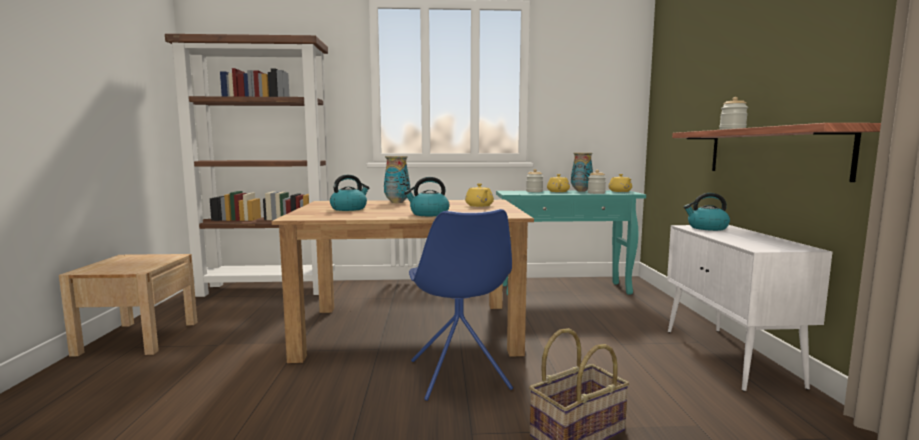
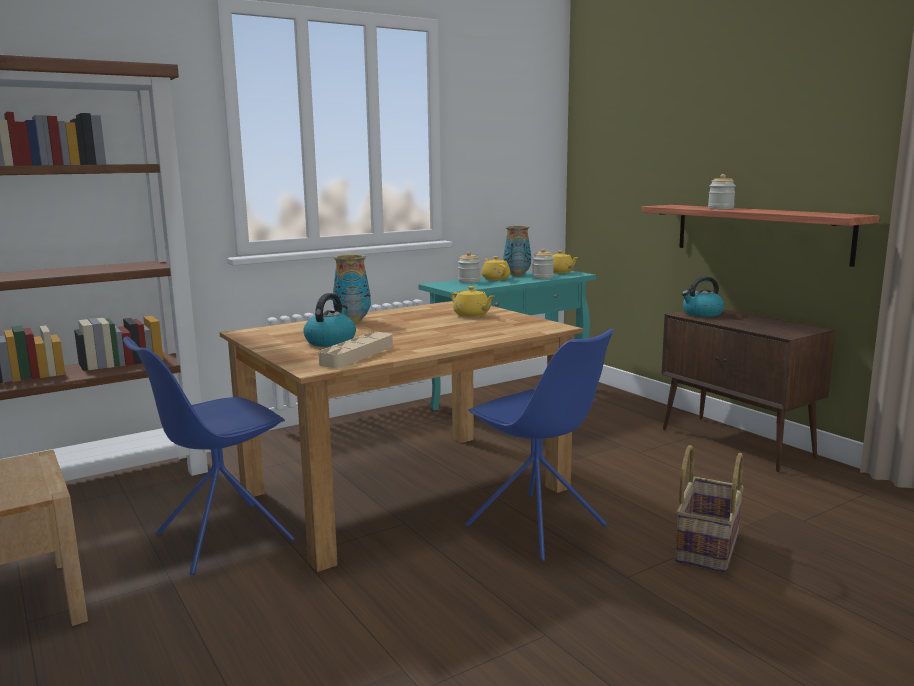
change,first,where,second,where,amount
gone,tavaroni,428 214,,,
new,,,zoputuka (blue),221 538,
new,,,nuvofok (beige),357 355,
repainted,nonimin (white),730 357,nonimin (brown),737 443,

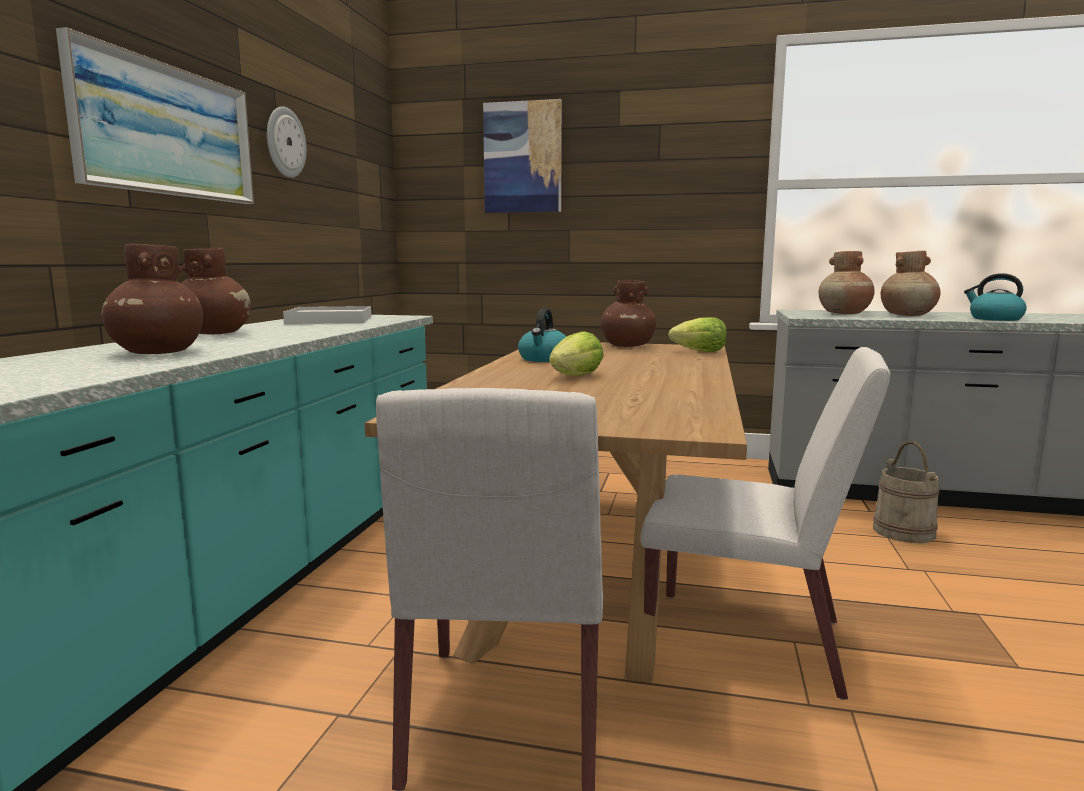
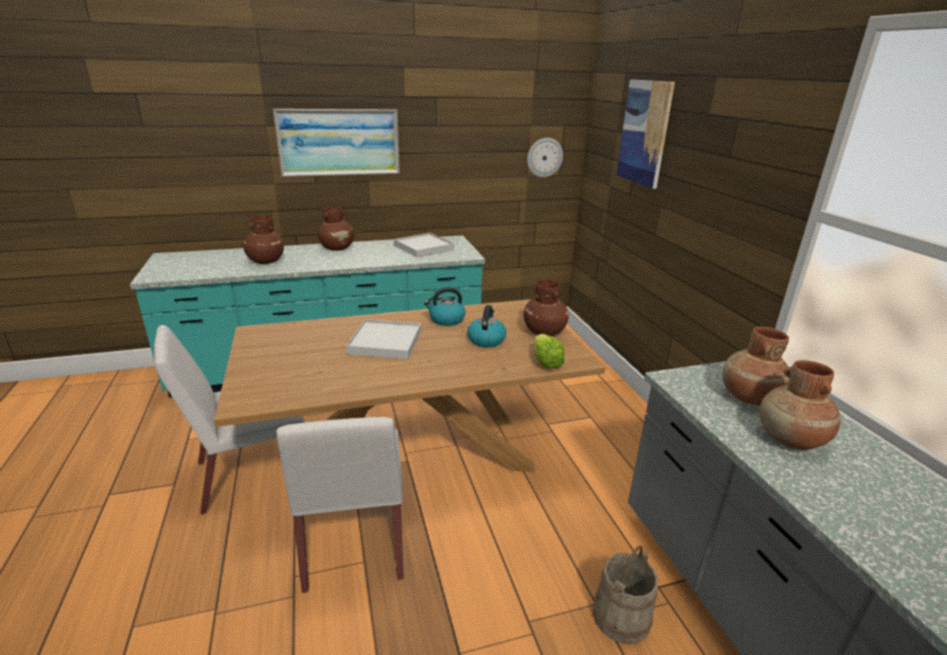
change,first,where,second,where,amount
shifted,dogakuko,285 142,,544 157,
shifted,tavaroni,994 319,,486 339,
swapped,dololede,576 376,nuvofok (white),385 342,

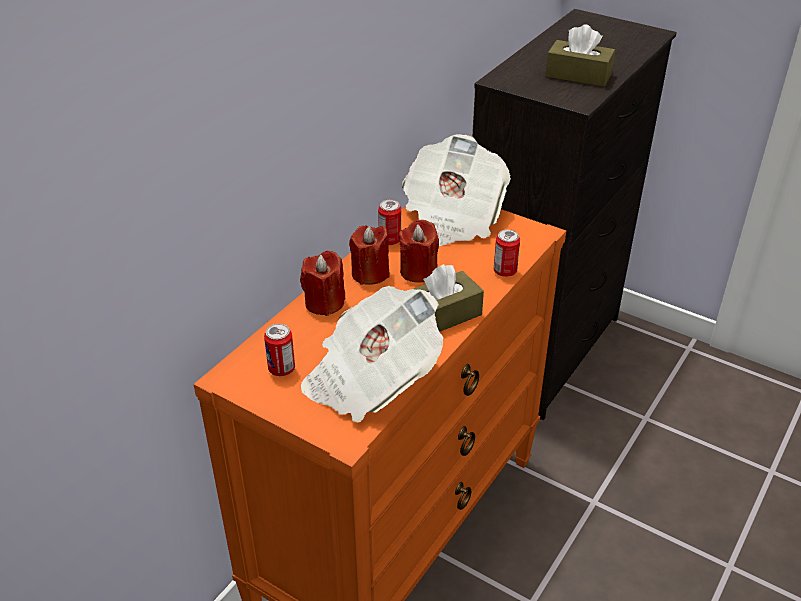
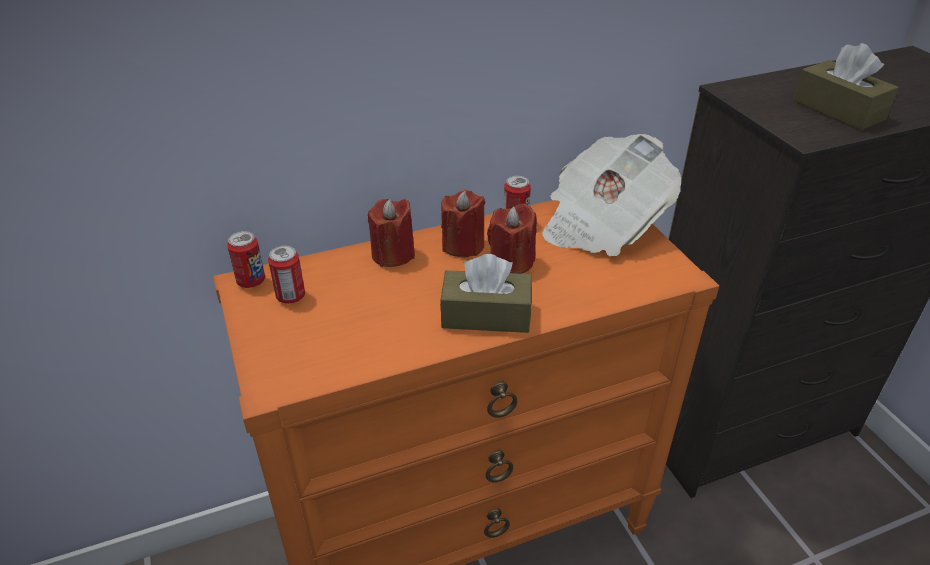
change,first,where,second,where,amount
gone,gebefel,371 379,,,
shifted,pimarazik,505 271,,251 281,

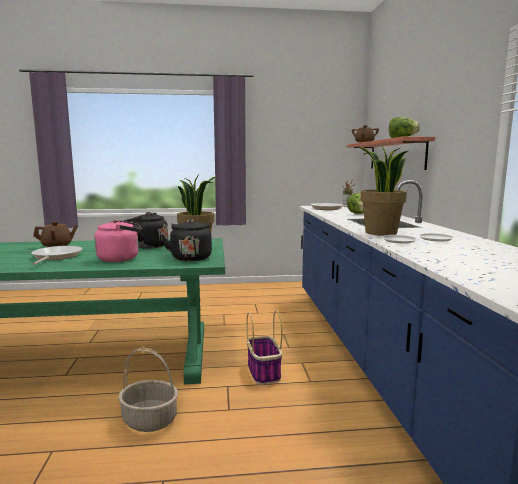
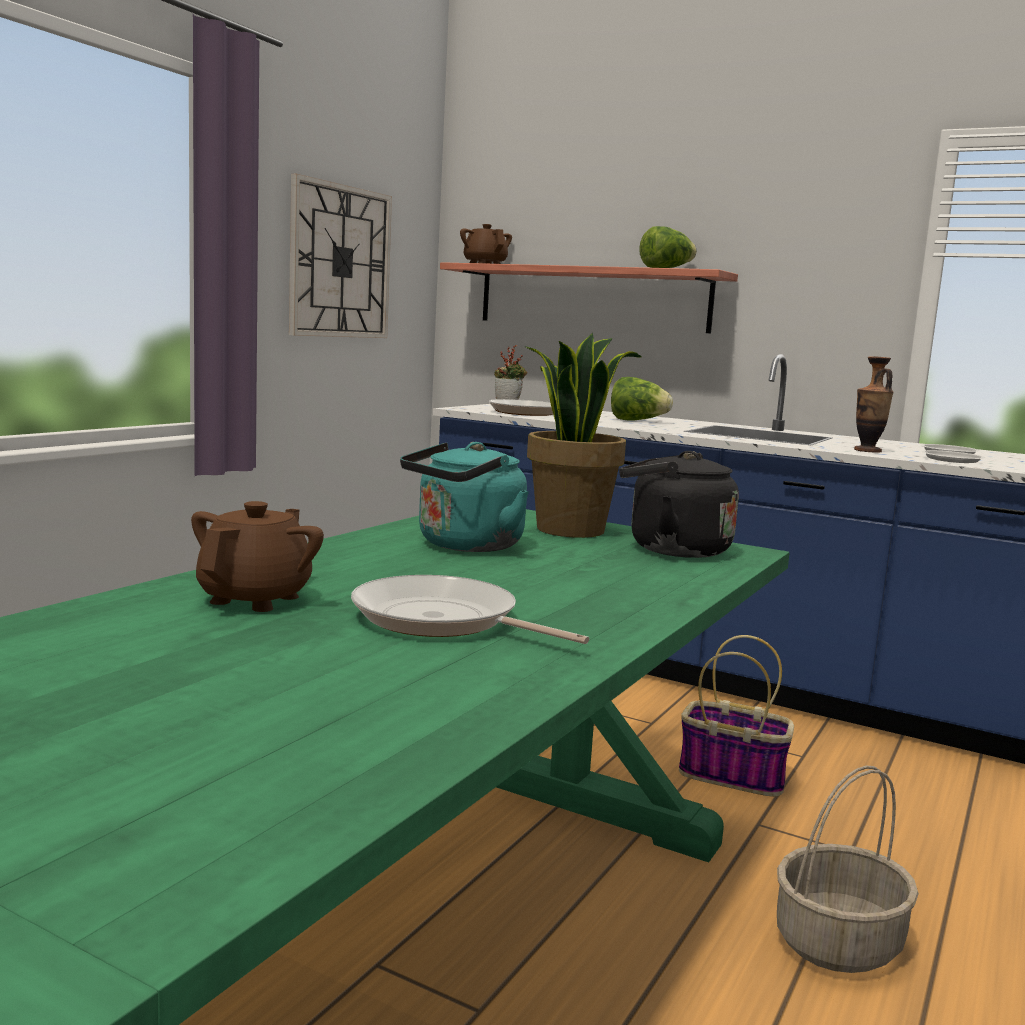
change,first,where,second,where,amount
gone,tavaroni (pink),121 258,,,
new,,,dogakuko,340 262,
swapped,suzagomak,380 233,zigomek,867 451,
repainted,tavaroni (black),147 246,tavaroni (turquoise),465 546,

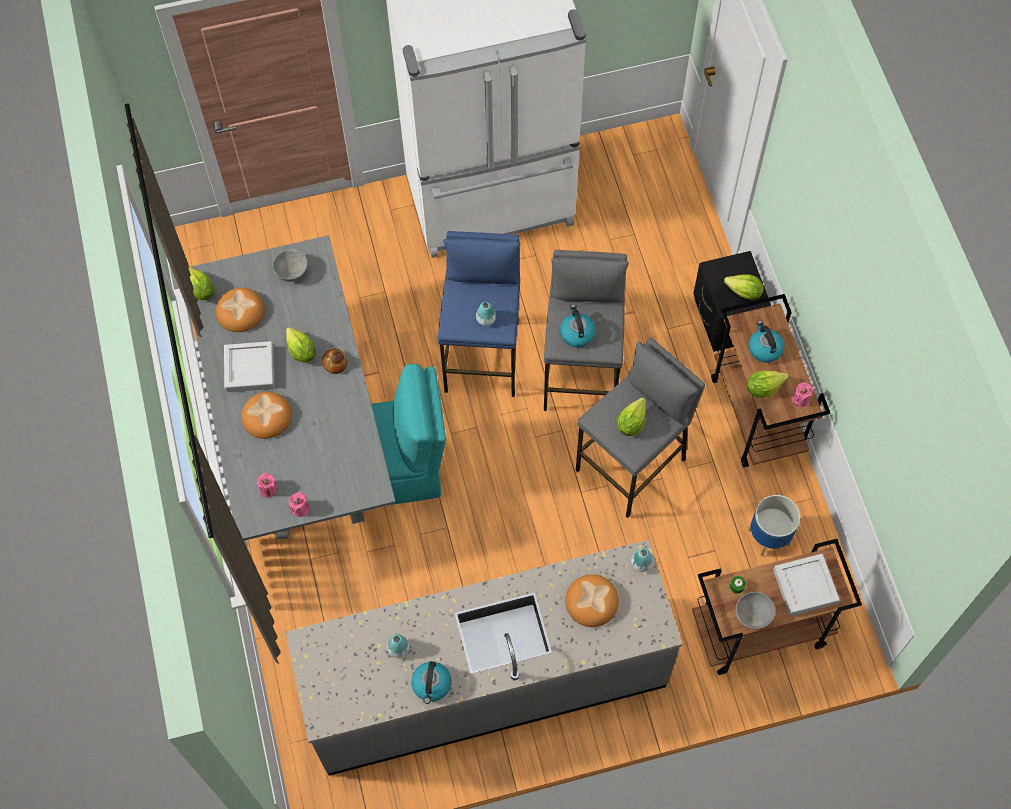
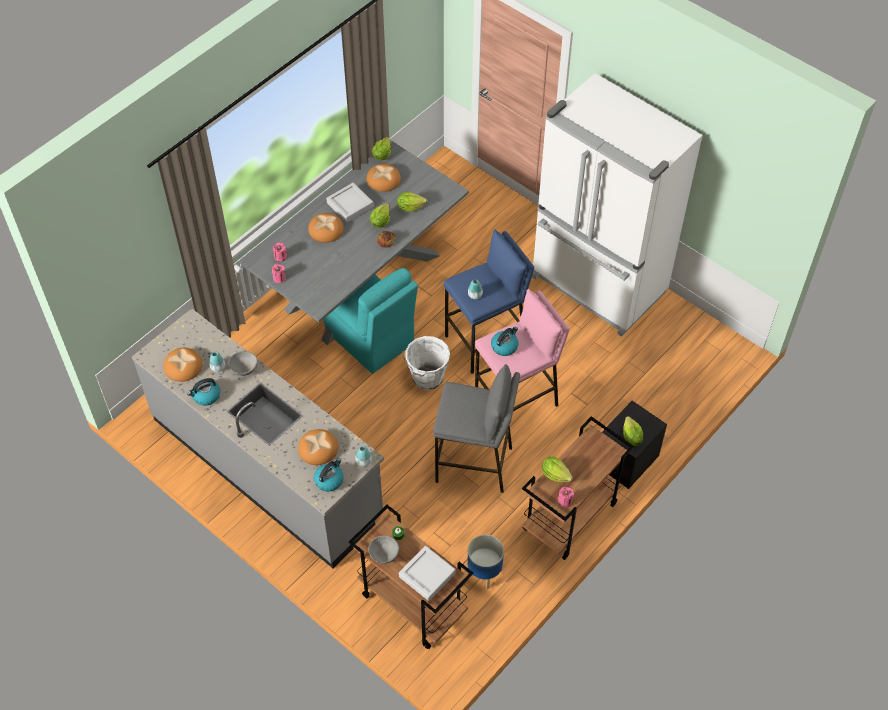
change,first,where,second,where,amount
new,,,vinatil,183 366,
new,,,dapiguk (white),427 379,
shifted,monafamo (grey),291 272,,244 369,
shifted,dololede,631 423,,410 207,
shifted,tavaroni,764 348,,329 480,
repainted,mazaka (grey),581 374,mazaka (pink),517 401,

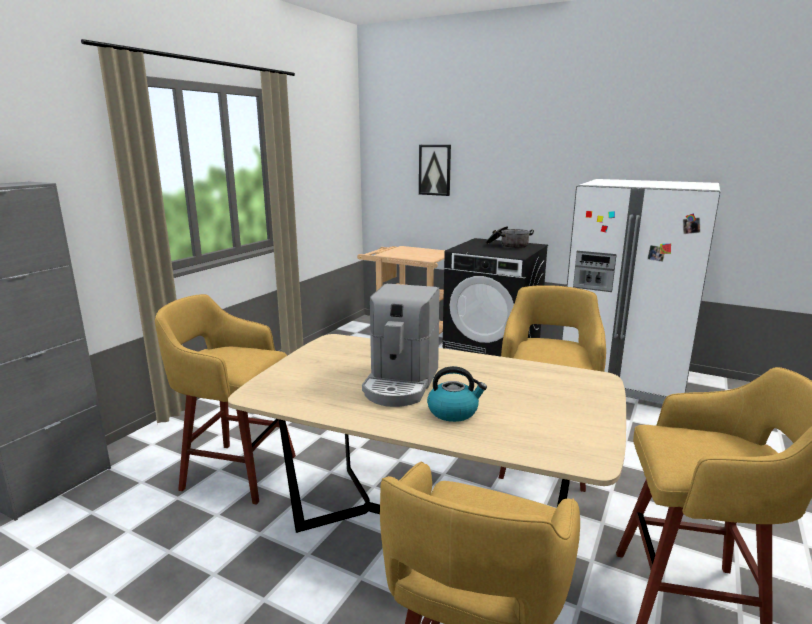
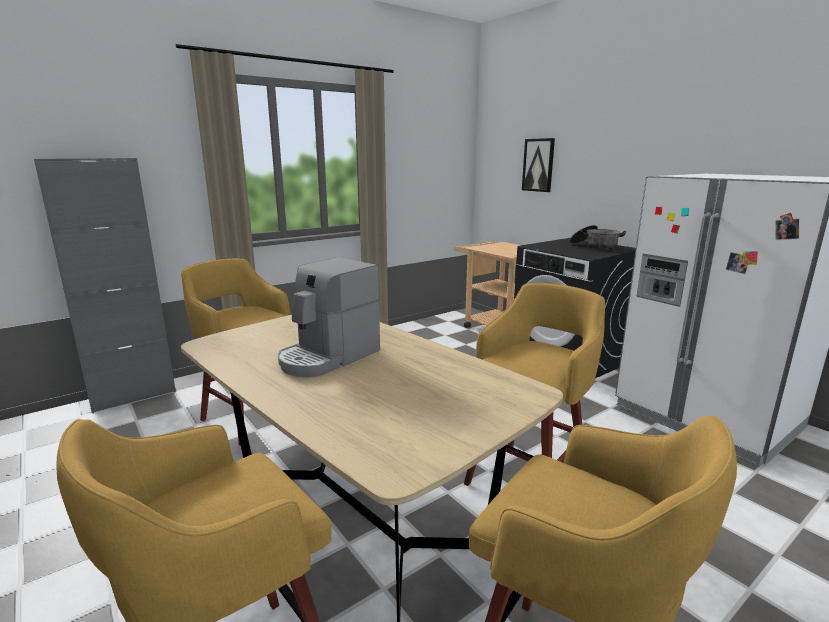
change,first,where,second,where,amount
gone,tavaroni,453 411,,,

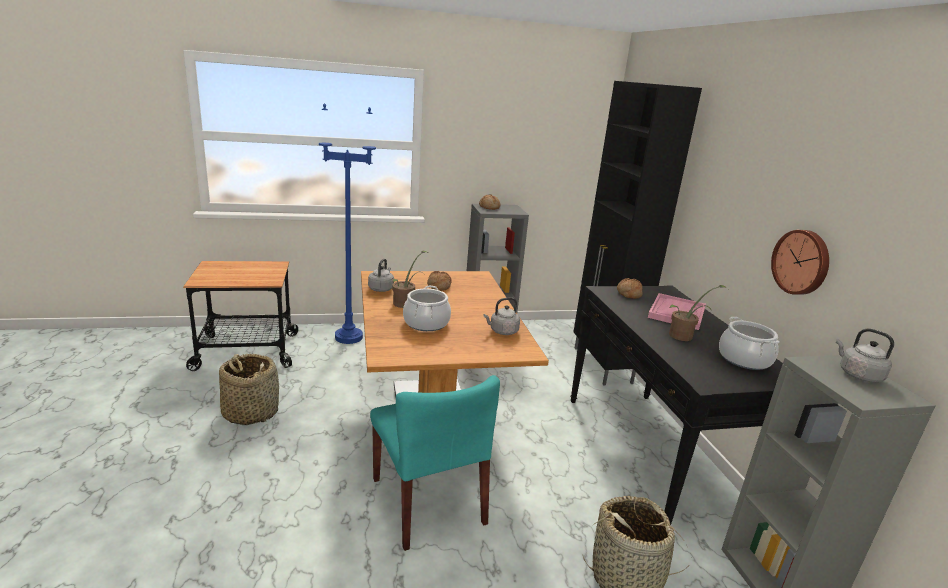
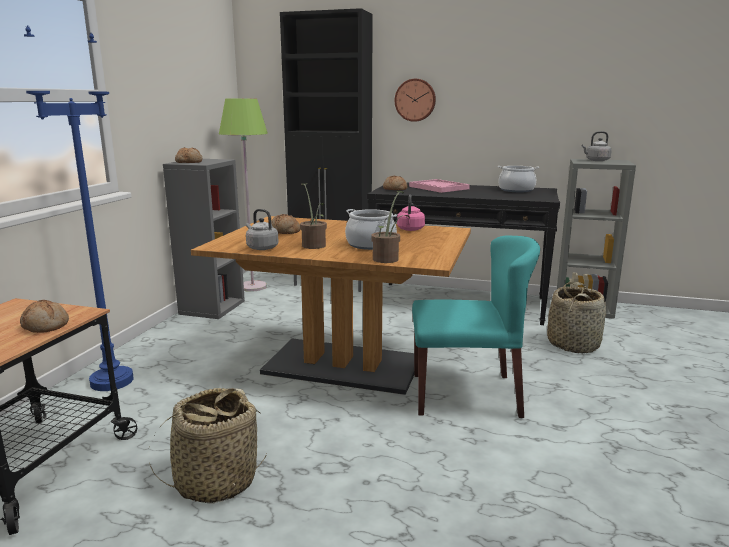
change,first,where,second,where,amount
new,,,vinatil,46 325,
new,,,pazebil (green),253 287,
shifted,suzagomak,684 336,,388 258,
shifted,dogakuko,802 262,,415 100,
repainted,tavaroni (grey),502 331,tavaroni (pink),410 229,

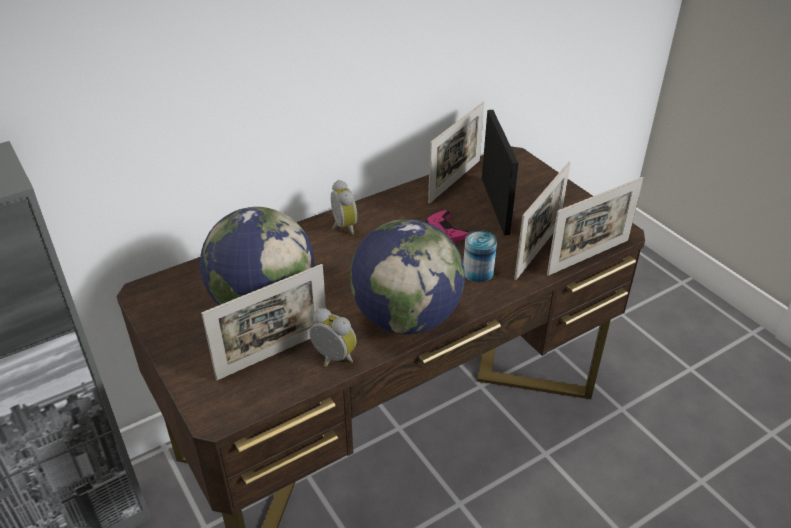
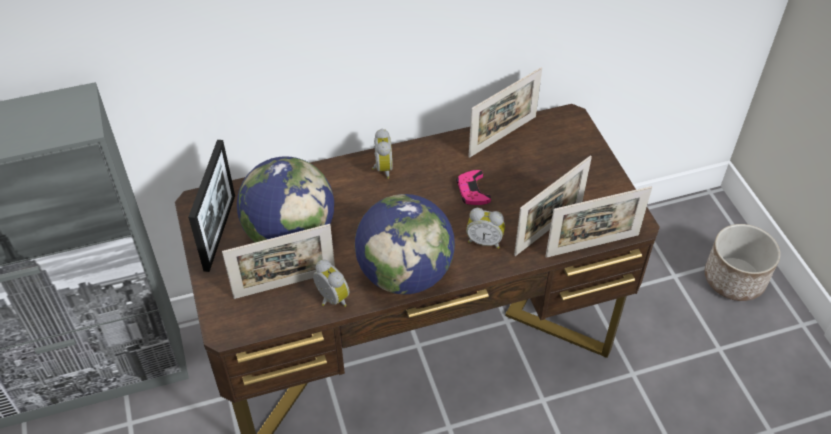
change,first,where,second,where,amount
new,,,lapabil,734 279,
shifted,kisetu,495 205,,219 232,
swapped,pimarazik,478 272,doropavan,484 241,

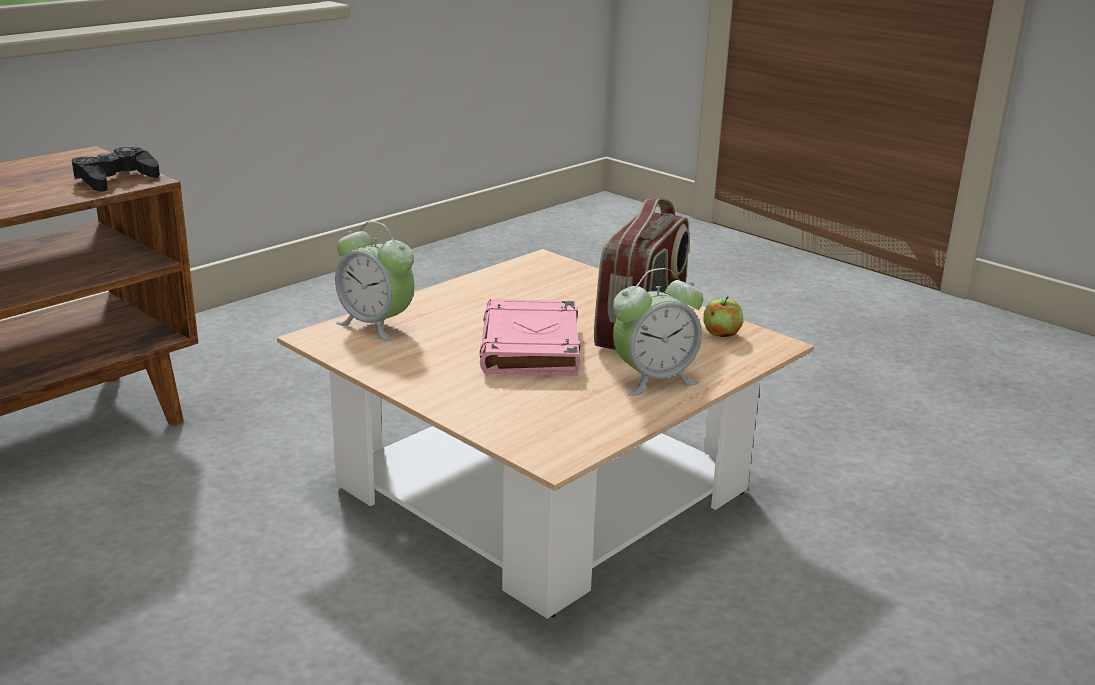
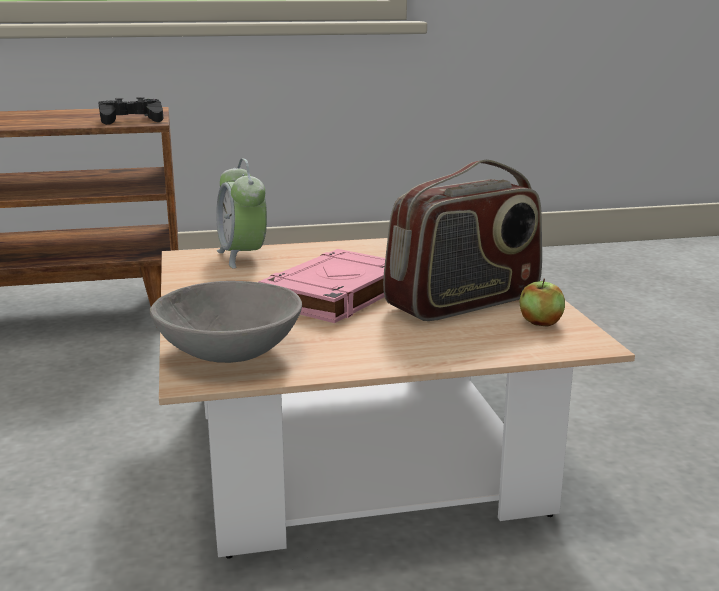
change,first,where,second,where,amount
gone,doropavan,653 380,,,
new,,,monafamo (grey),229 352,

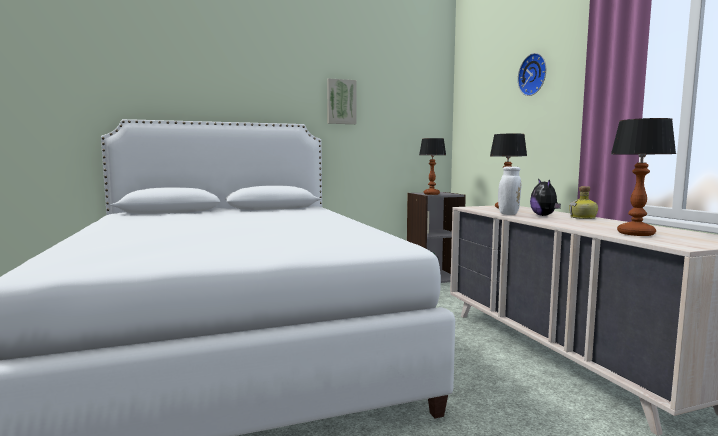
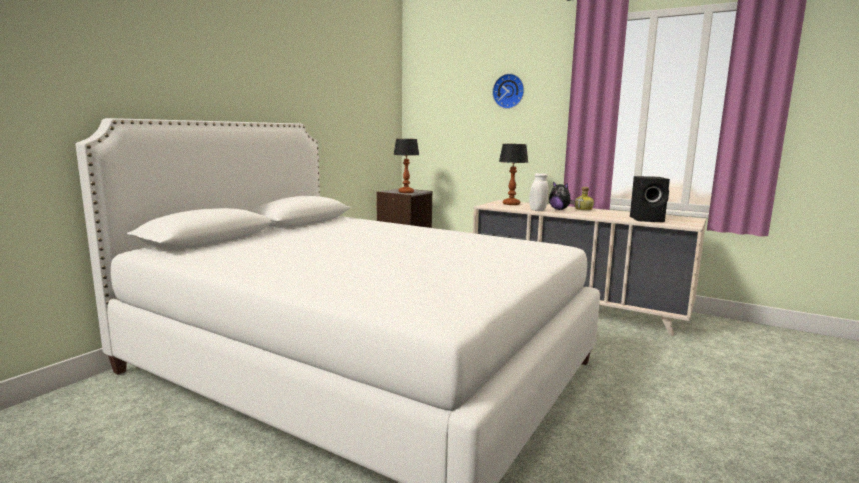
change,first,where,second,where,amount
gone,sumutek,341 102,,,
swapped,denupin,636 233,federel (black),648 219,

